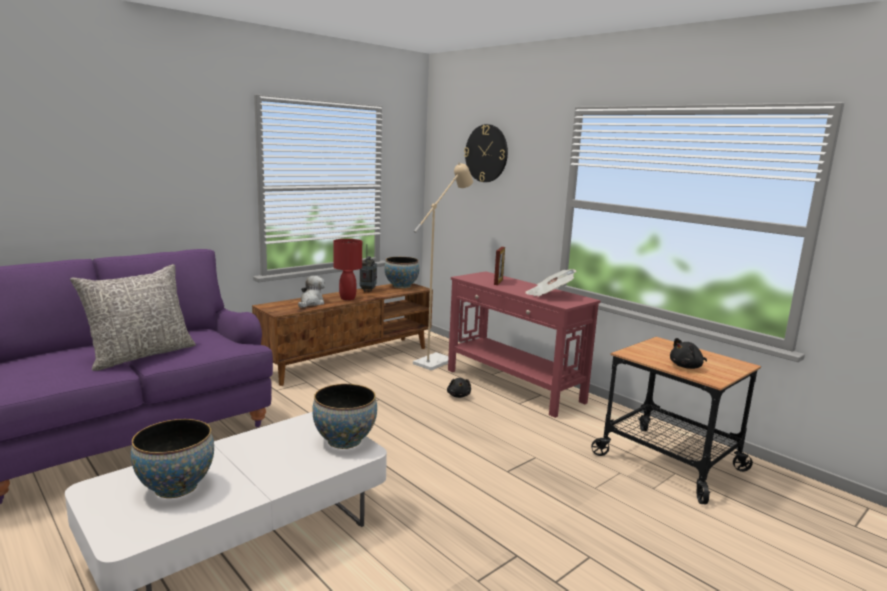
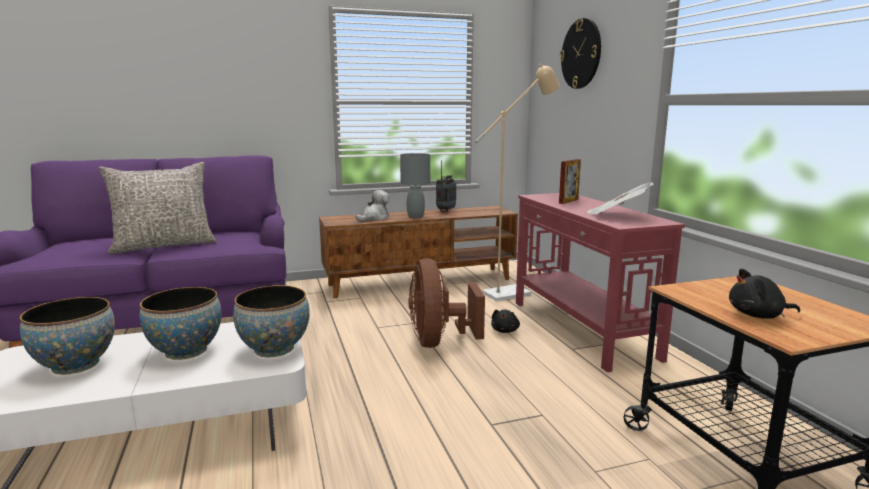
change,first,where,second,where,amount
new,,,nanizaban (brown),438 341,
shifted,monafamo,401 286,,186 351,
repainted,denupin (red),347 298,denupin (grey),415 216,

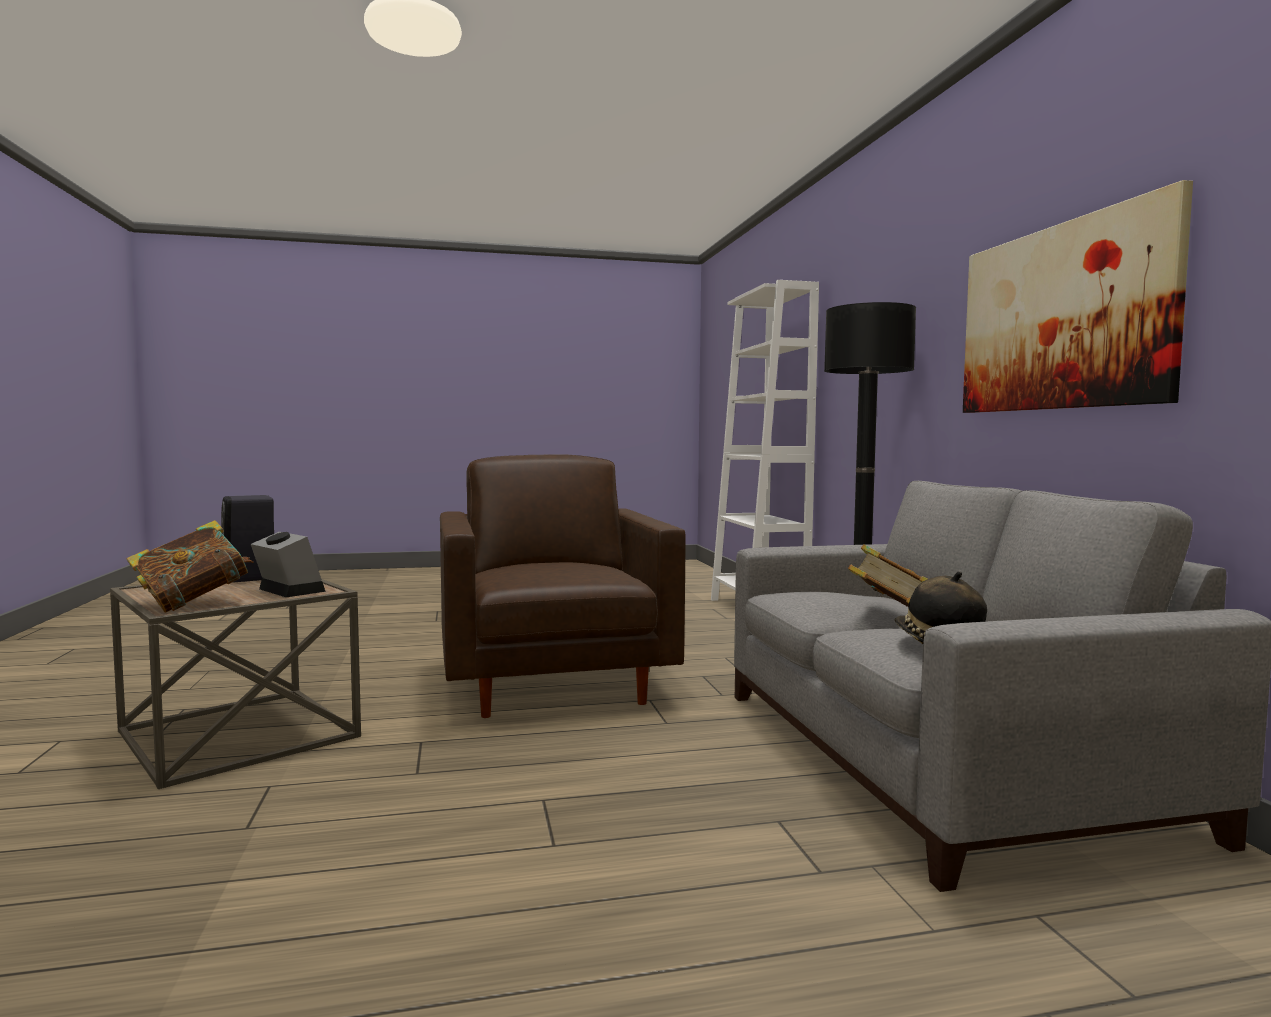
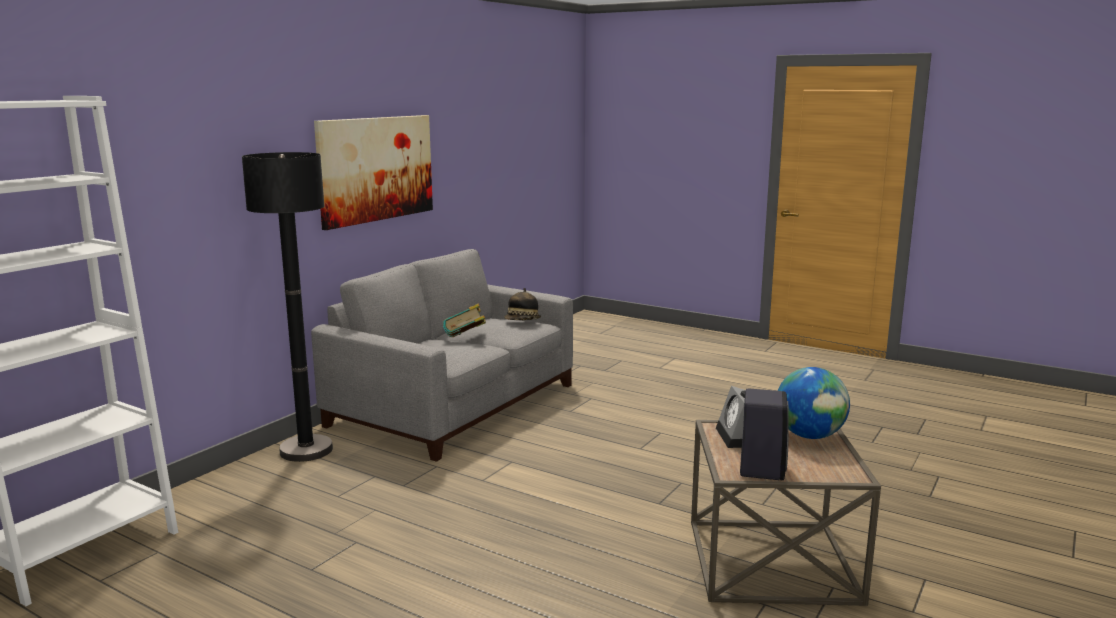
change,first,where,second,where,amount
gone,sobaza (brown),553 683,,,
swapped,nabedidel,193 604,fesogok,809 436,

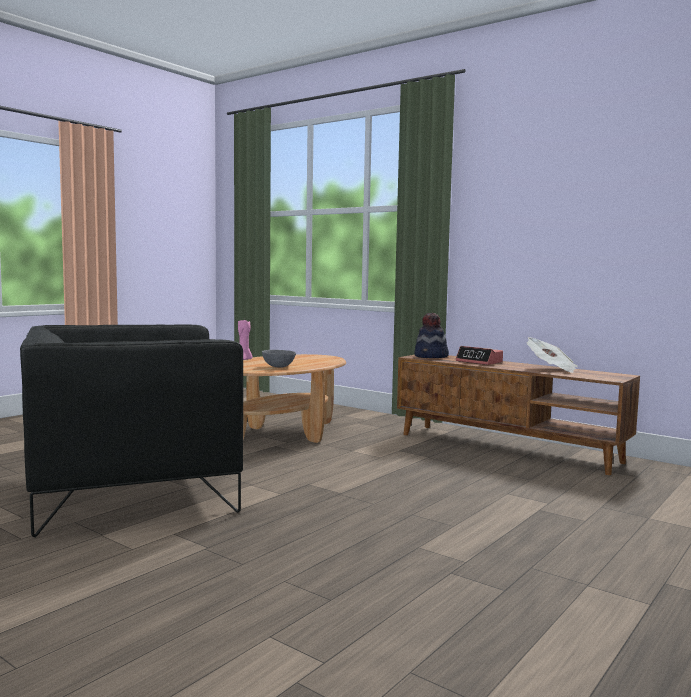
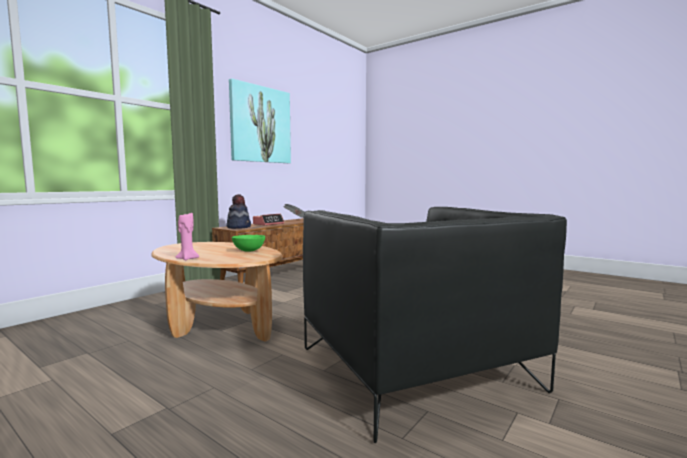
change,first,where,second,where,amount
new,,,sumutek,260 124,
repainted,monafamo (grey),279 367,monafamo (green),248 251,

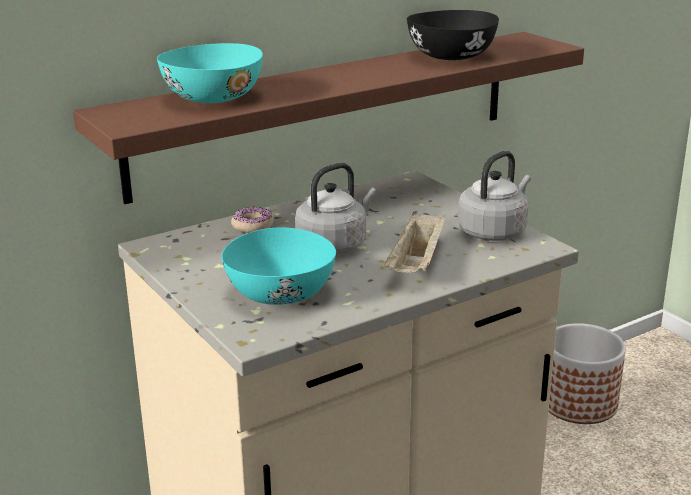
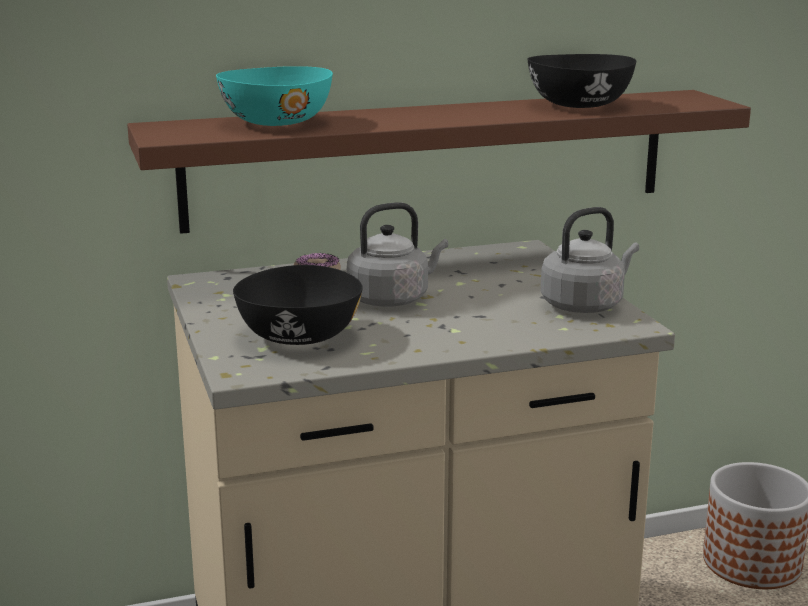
change,first,where,second,where,amount
gone,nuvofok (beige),416 264,,,
repainted,monafamo (turquoise),279 293,monafamo (black),298 336,

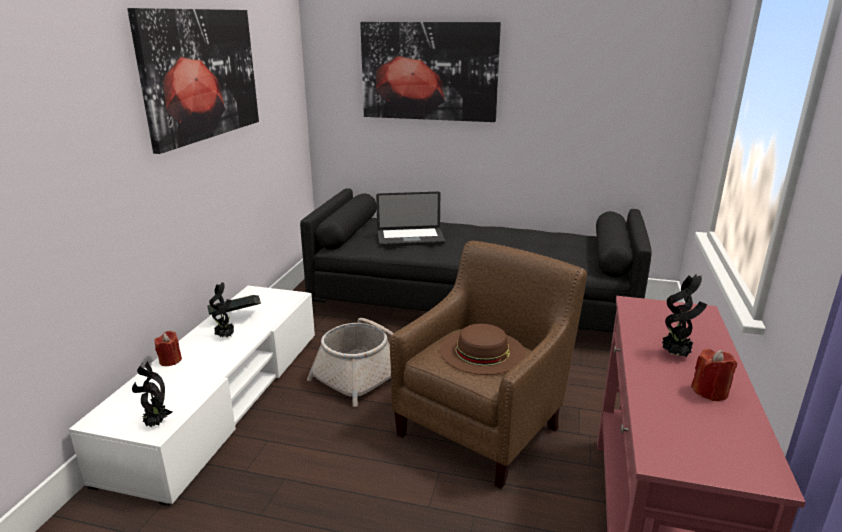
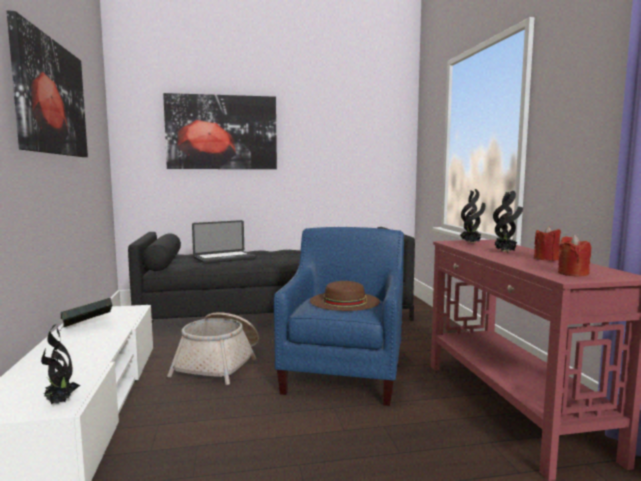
change,first,where,second,where,amount
shifted,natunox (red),170 360,,572 273,
shifted,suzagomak,226 336,,471 243,
repainted,sobaza (brown),484 425,sobaza (blue),345 374,

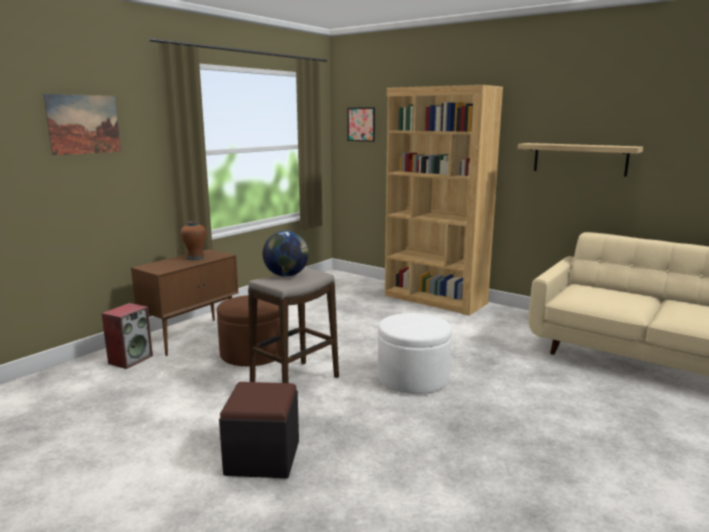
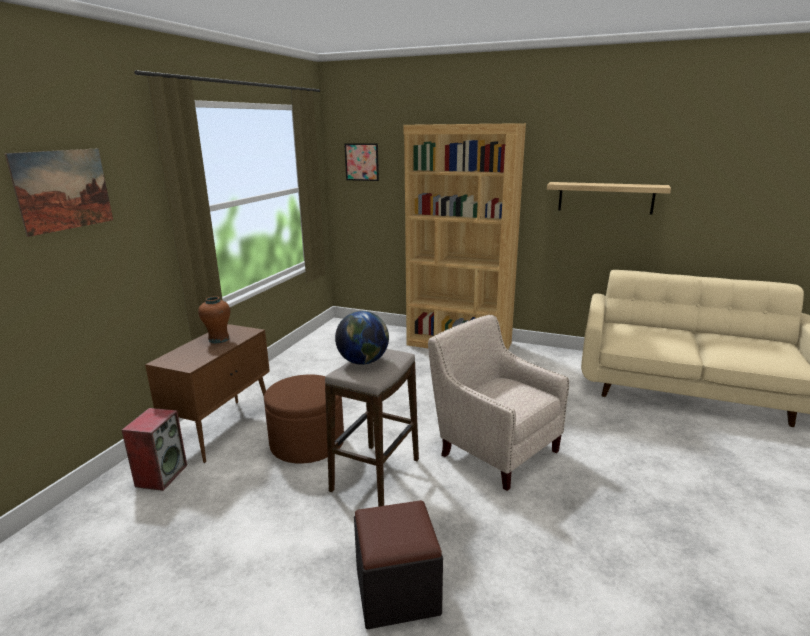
change,first,where,second,where,amount
swapped,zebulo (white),413 378,sobaza (beige),494 448,

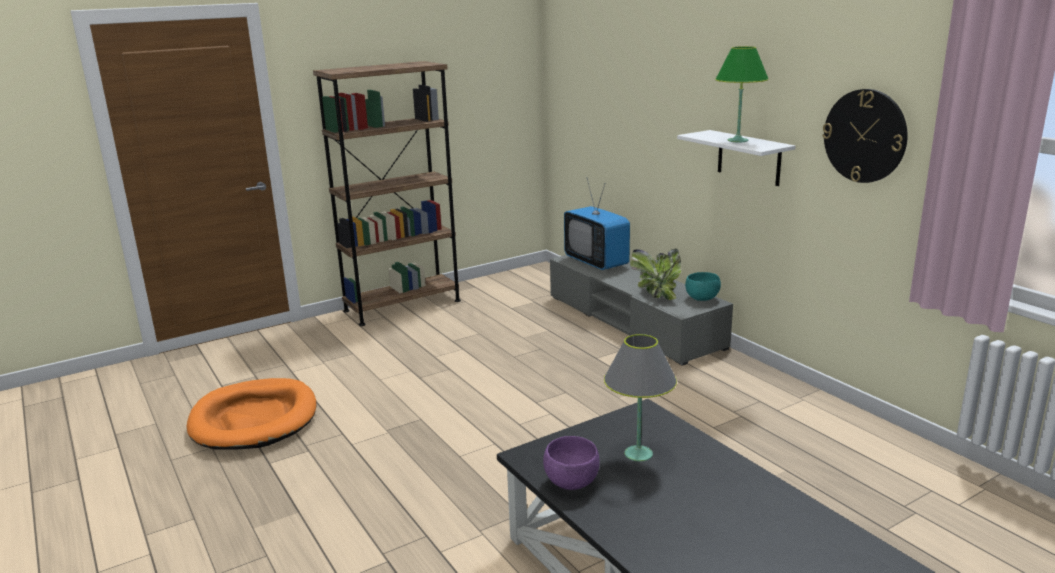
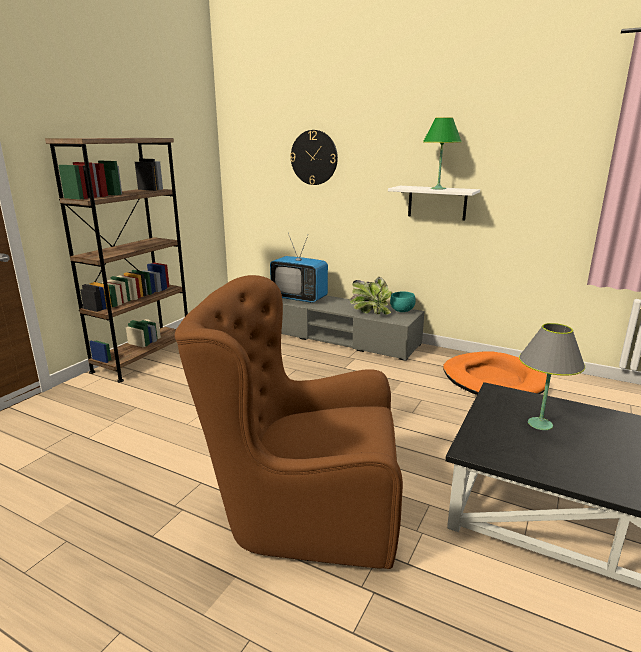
change,first,where,second,where,amount
gone,monafamo (purple),570 483,,,
new,,,sobaza (brown),299 509,
shifted,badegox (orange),254 419,,493 380,
shifted,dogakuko,865 136,,314 157,

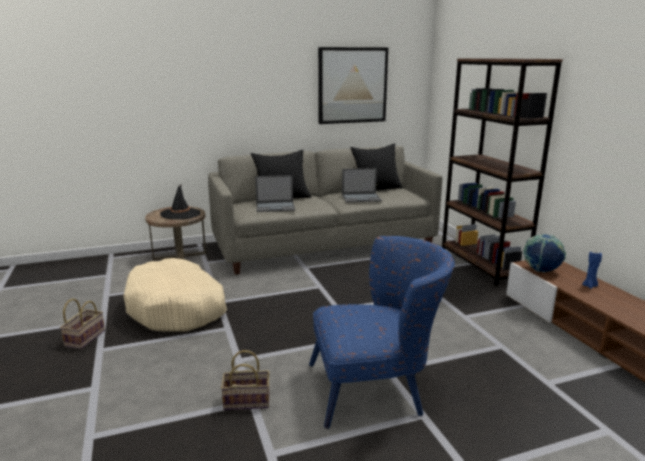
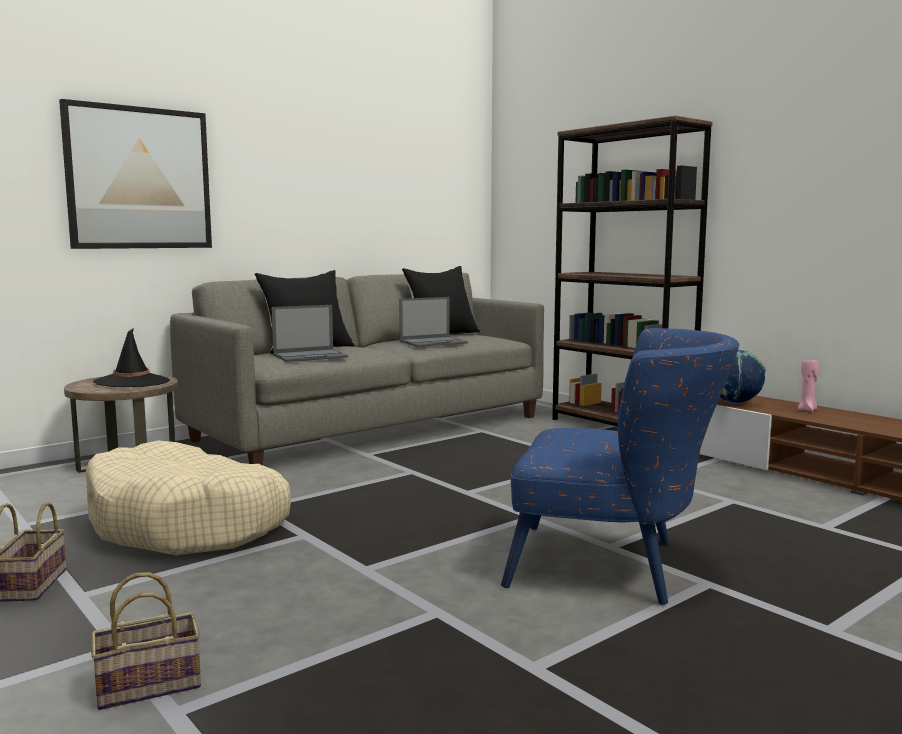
change,first,where,second,where,amount
shifted,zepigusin,248 401,,151 684,
shifted,sumutek,352 85,,139 178,
repainted,natunox (blue),590 286,natunox (pink),807 410,
rotated,sobaza (blue),376 388,,614 566,45 degrees clockwise

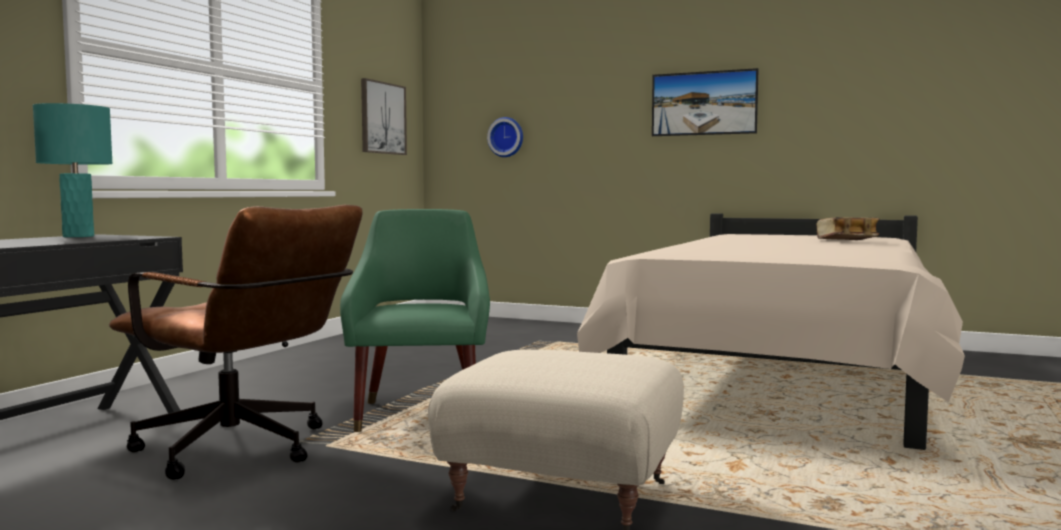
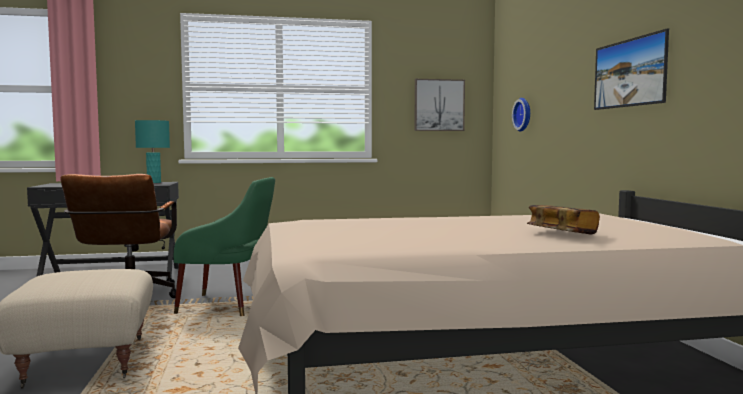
change,first,where,second,where,amount
rotated,sobaza (green),420 412,,229 305,45 degrees clockwise

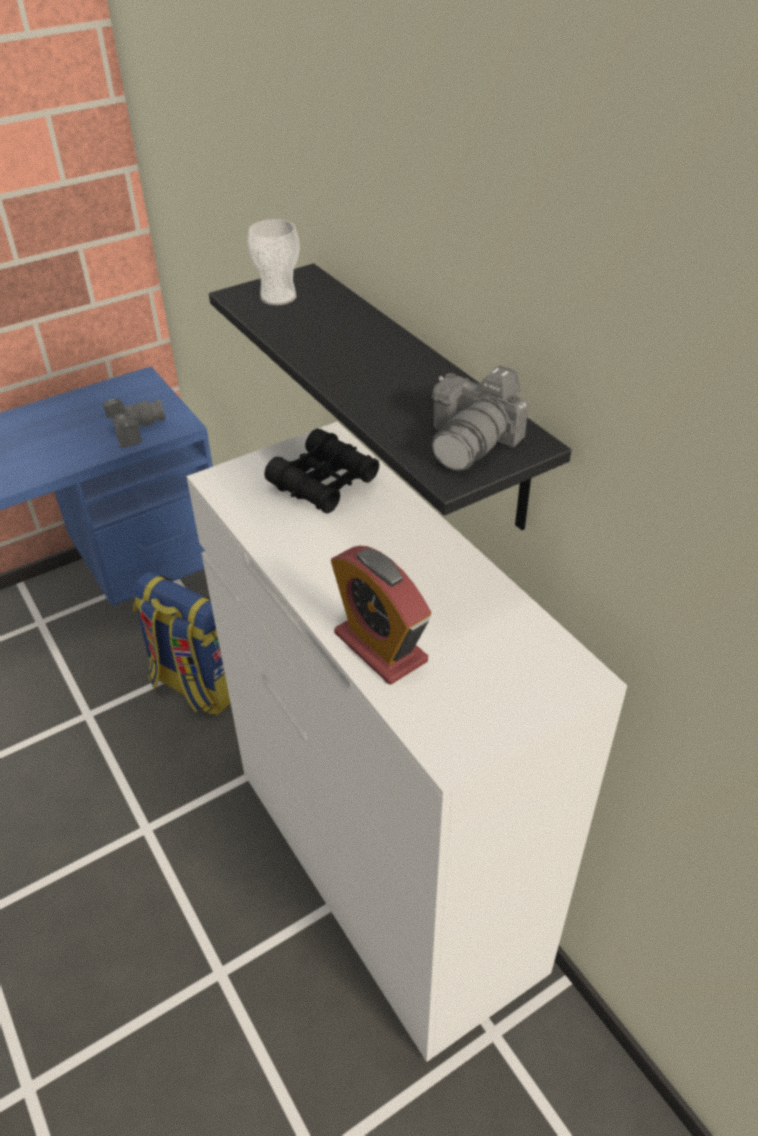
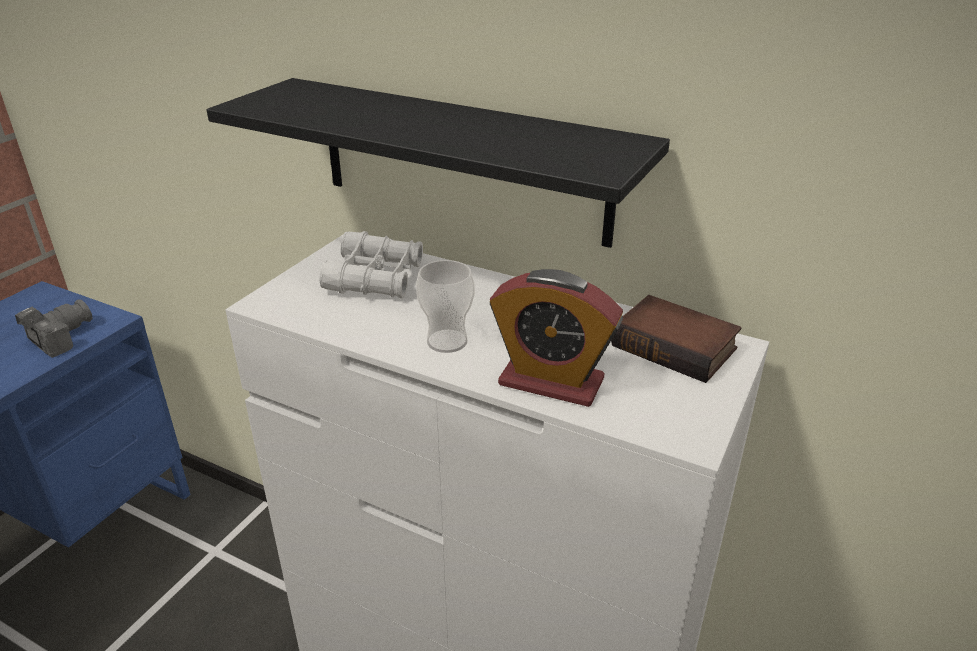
change,first,where,second,where,amount
gone,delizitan,196 685,,,
gone,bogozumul,474 441,,,
new,,,nabedidel,676 346,
shifted,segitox,278 297,,447 341,
repainted,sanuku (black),324 482,sanuku (white),375 278,

